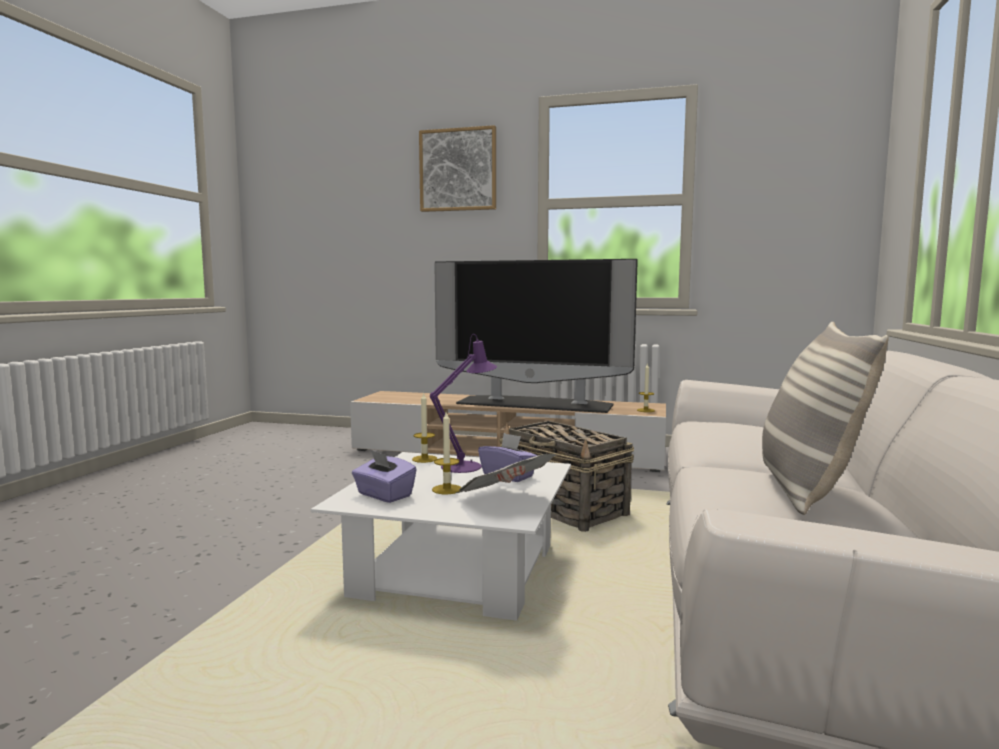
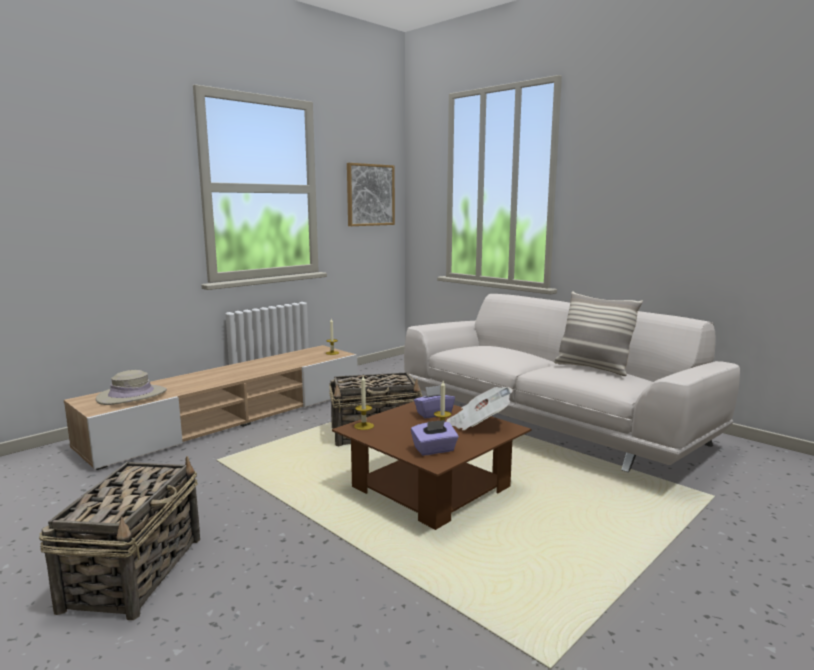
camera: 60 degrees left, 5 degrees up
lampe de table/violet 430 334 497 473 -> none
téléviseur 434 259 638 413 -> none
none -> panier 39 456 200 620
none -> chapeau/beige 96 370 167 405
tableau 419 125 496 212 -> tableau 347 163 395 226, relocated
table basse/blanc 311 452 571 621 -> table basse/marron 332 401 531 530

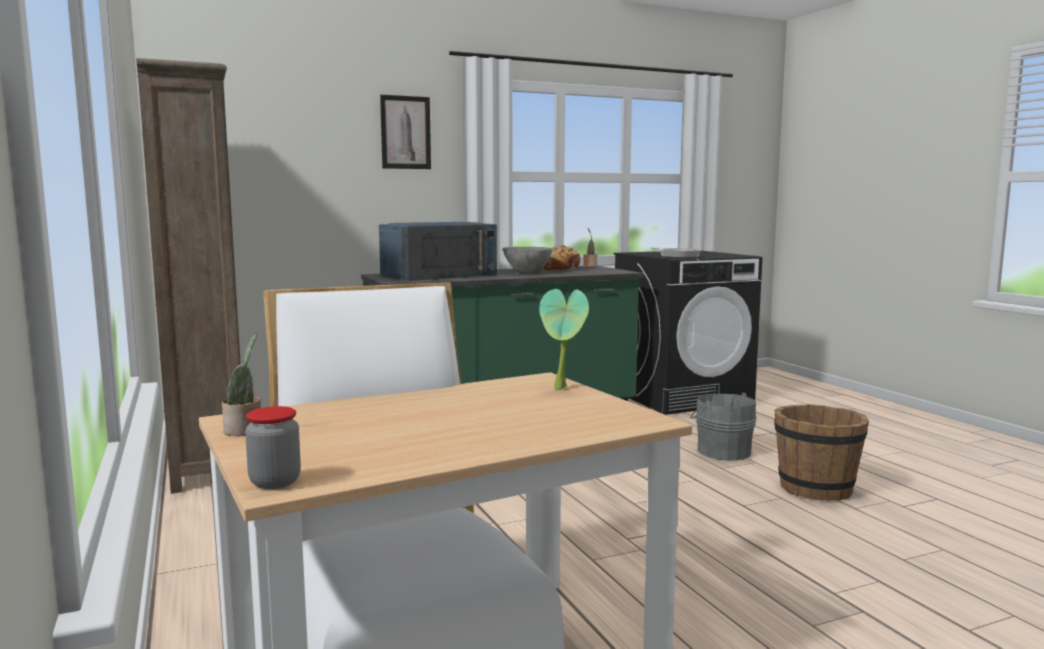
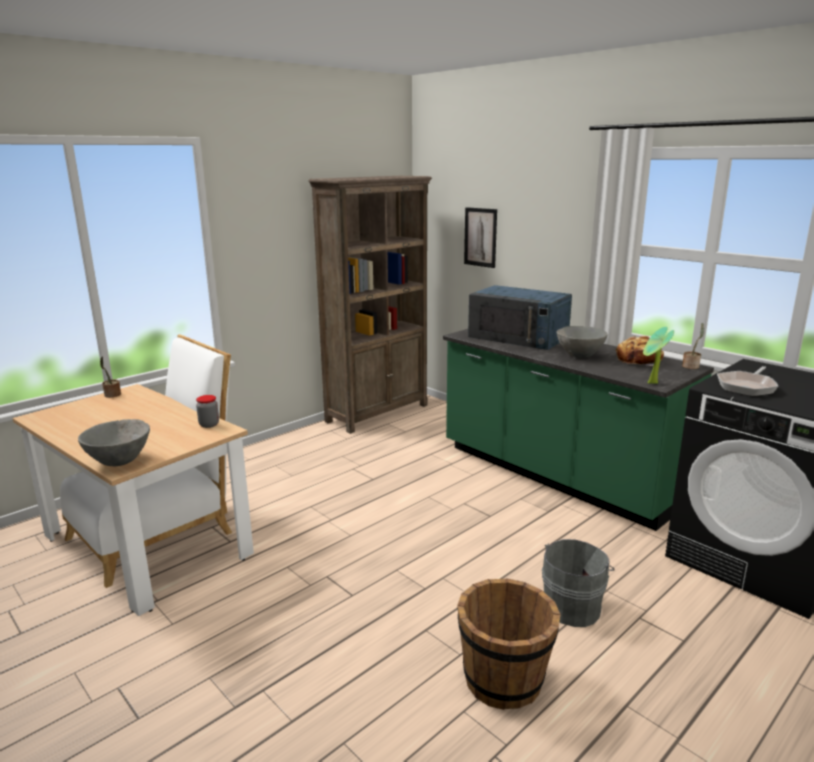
camera: 70 degrees right, 10 degrees up
none -> bol/gris 78 419 150 466
bocal 245 406 301 489 -> bocal 196 395 219 428, relocated
tableau 380 95 431 169 -> tableau 464 207 497 268, relocated
plante en pot 539 289 589 390 -> plante en pot 643 327 674 384, relocated

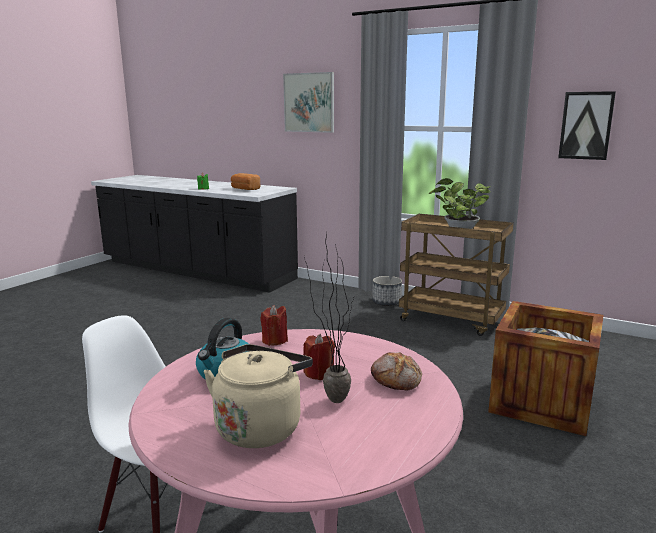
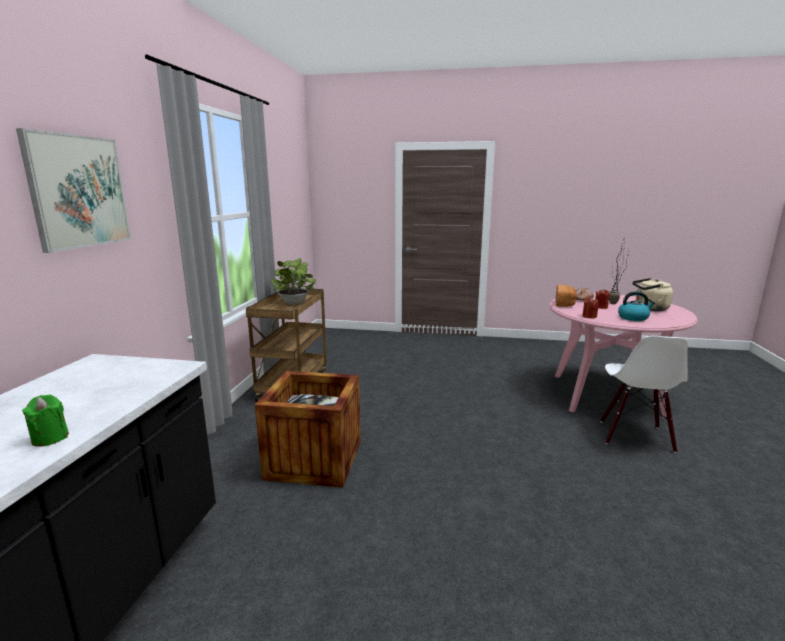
camera: 110 degrees left, 0 degrees up
cache-pot 372 276 402 306 -> none
tableau 558 91 616 160 -> none
pain 231 173 261 190 -> pain 556 285 576 307, relocated
caisse 488 301 603 436 -> caisse 255 371 361 488, relocated

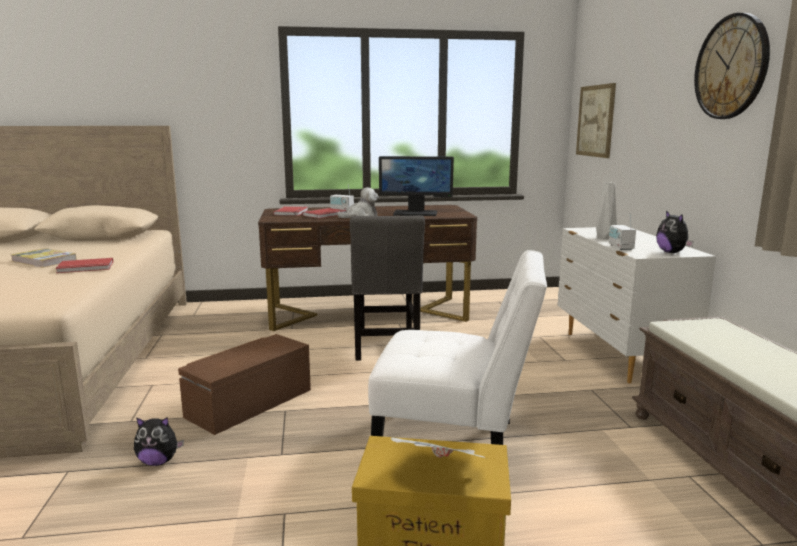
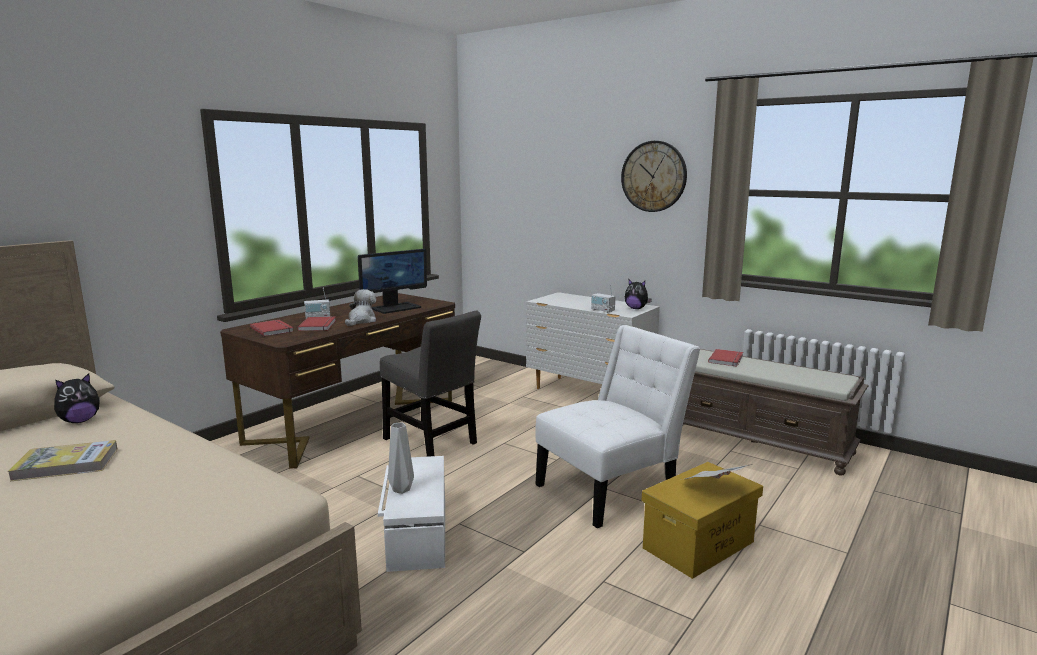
camera: 45 degrees left, 0 degrees up
tableau 576 83 616 158 -> none
livre/rouge 55 258 113 273 -> livre/rouge 708 349 743 366, relocated
peluche 134 417 184 466 -> peluche 54 373 100 423, relocated
vase/gris 596 182 617 240 -> vase/gris 388 423 414 494, relocated
boîte de rangement/marron 178 334 311 435 -> boîte de rangement/blanc 378 456 445 572

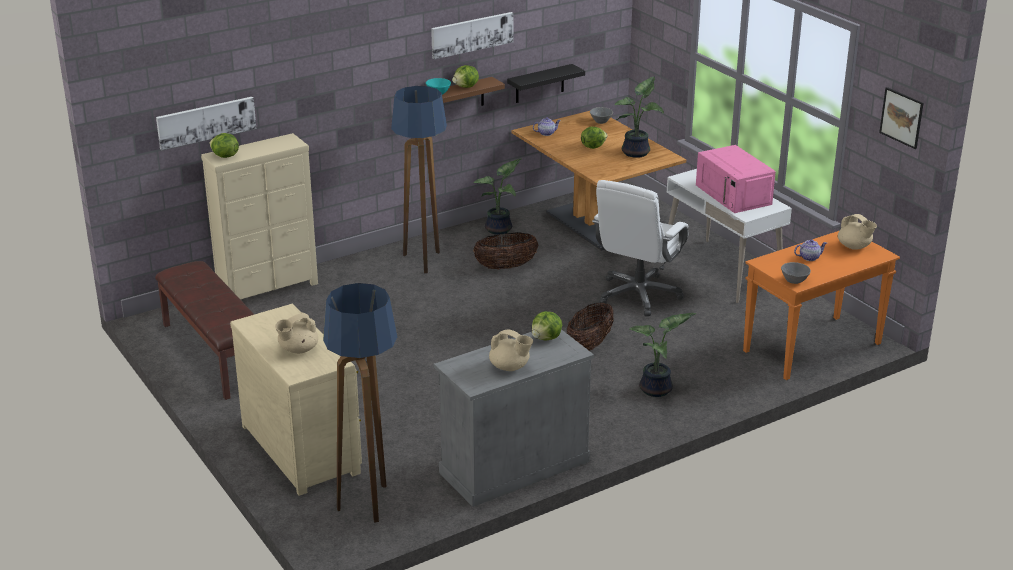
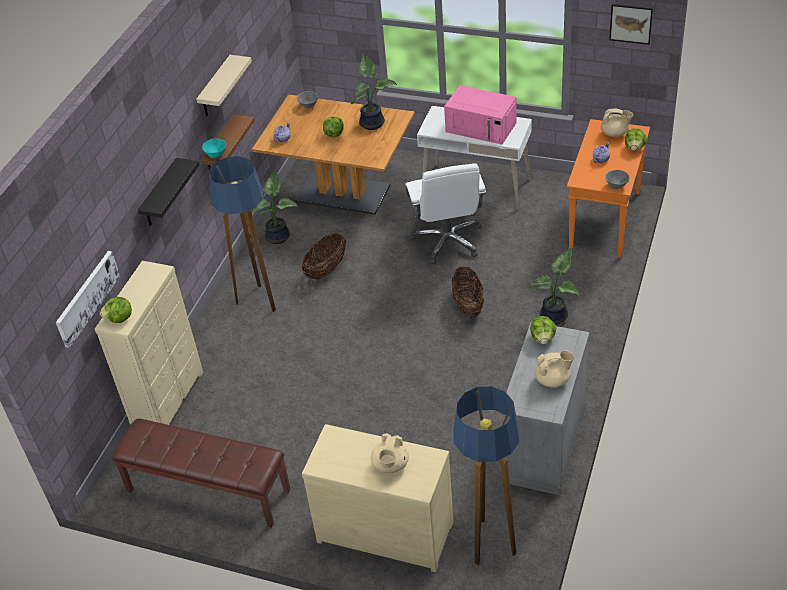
camera: 35 degrees left, 15 degrees up
laitue 452 65 479 88 -> laitue 625 128 647 151, relocated
étagère/noir 507 64 585 103 -> étagère/noir 138 158 199 226, relocated
tableau 431 12 514 59 -> étagère/beige 196 55 252 116

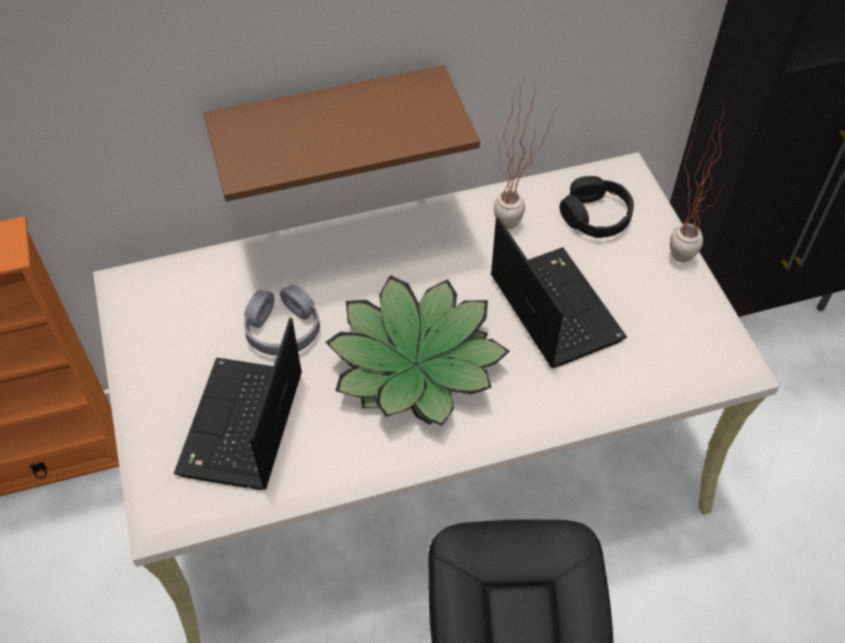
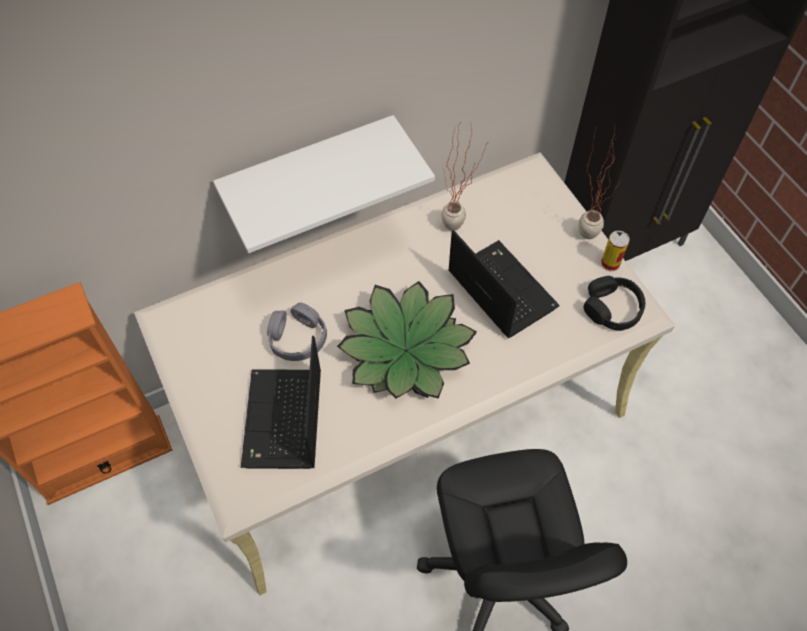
camera: 10 degrees left, 5 degrees up
none -> boîte métallique 601 231 630 271
casque audio/noir 560 176 634 238 -> casque audio/noir 584 276 645 331, relocated
étagère/marron 204 65 480 202 -> étagère/blanc 213 115 435 253

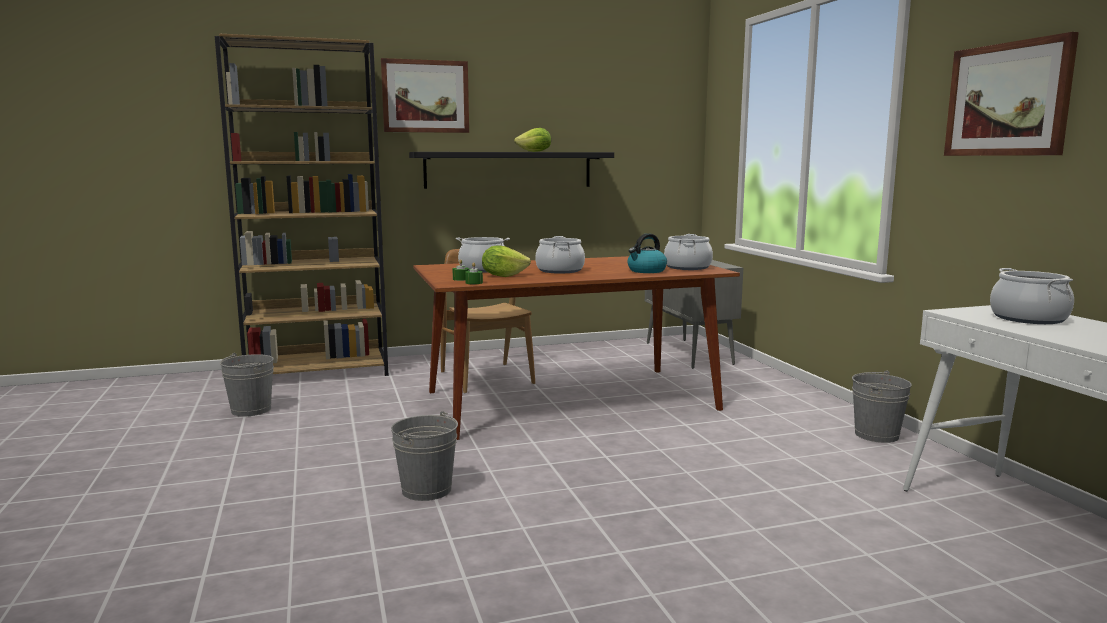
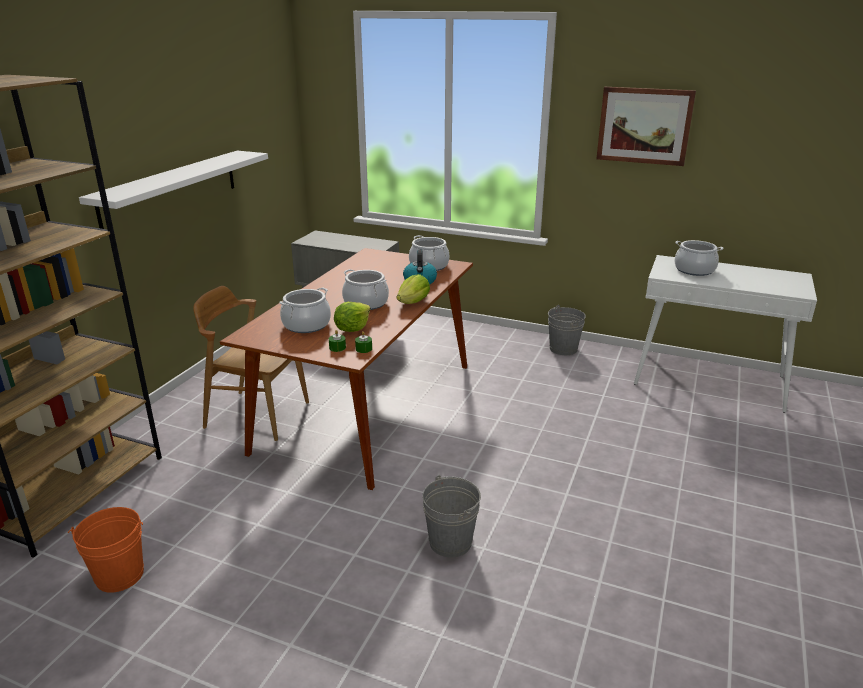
camera: 50 degrees left, 15 degrees up
tableau 381 58 469 133 -> none
laitue 514 128 551 152 -> laitue 397 274 430 304, relocated
seau/gris 220 353 274 416 -> seau/orange 68 507 144 593
étagère/noir 409 152 614 189 -> étagère/blanc 79 151 268 229

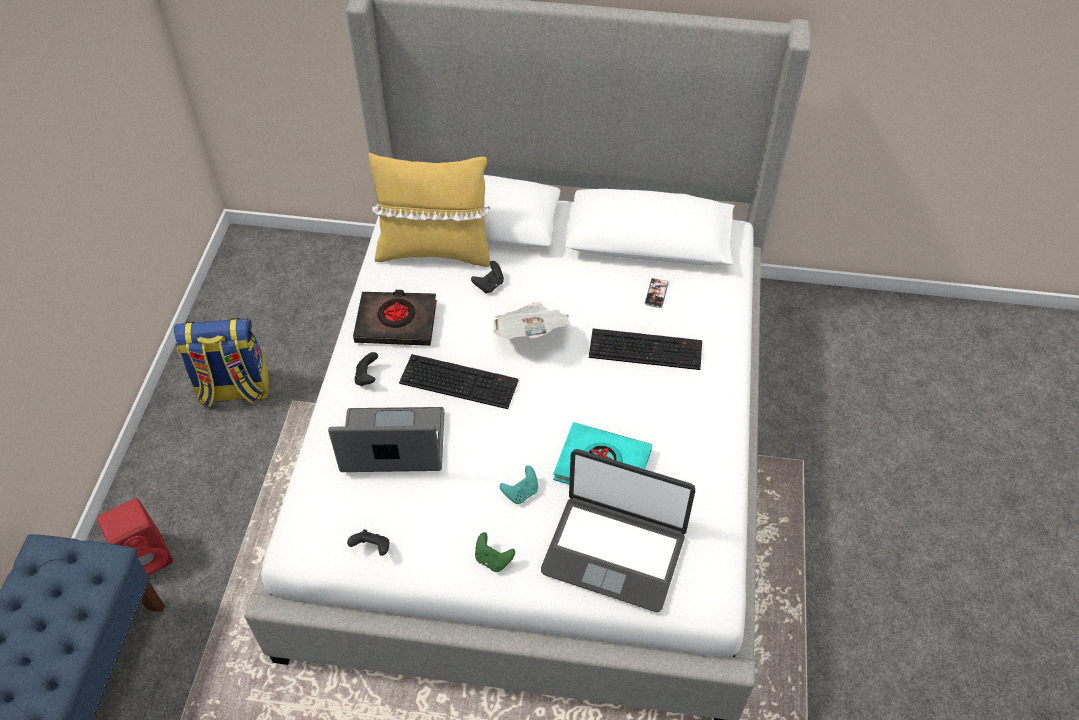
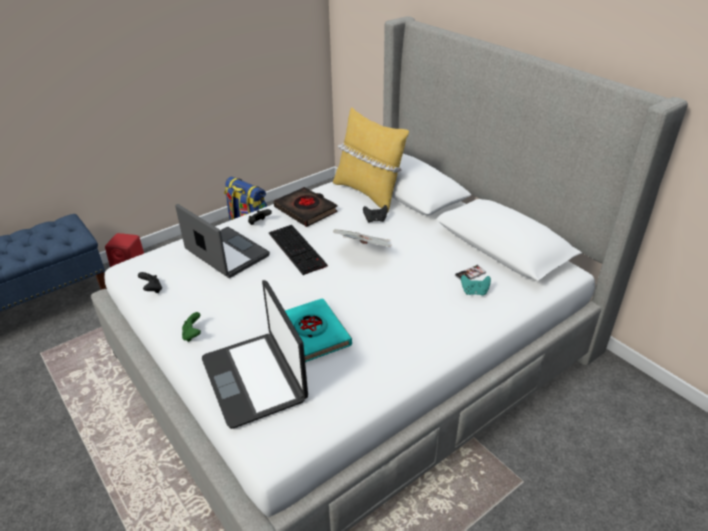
camera: 45 degrees right, 15 degrees down
clavier 589 329 702 370 -> none
manette/turquoise 499 465 538 504 -> manette/turquoise 461 275 491 296, relocated

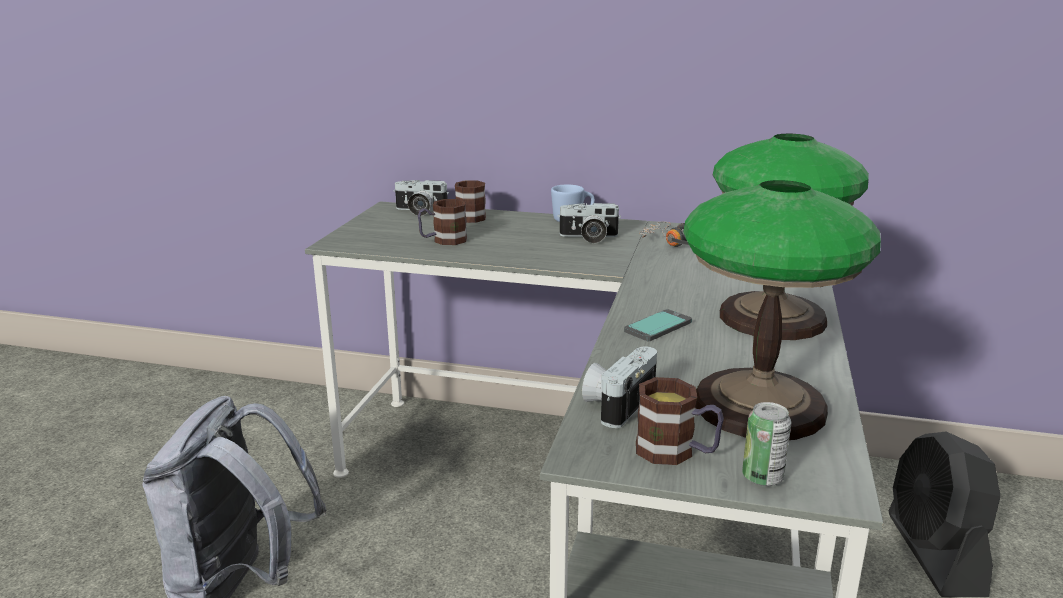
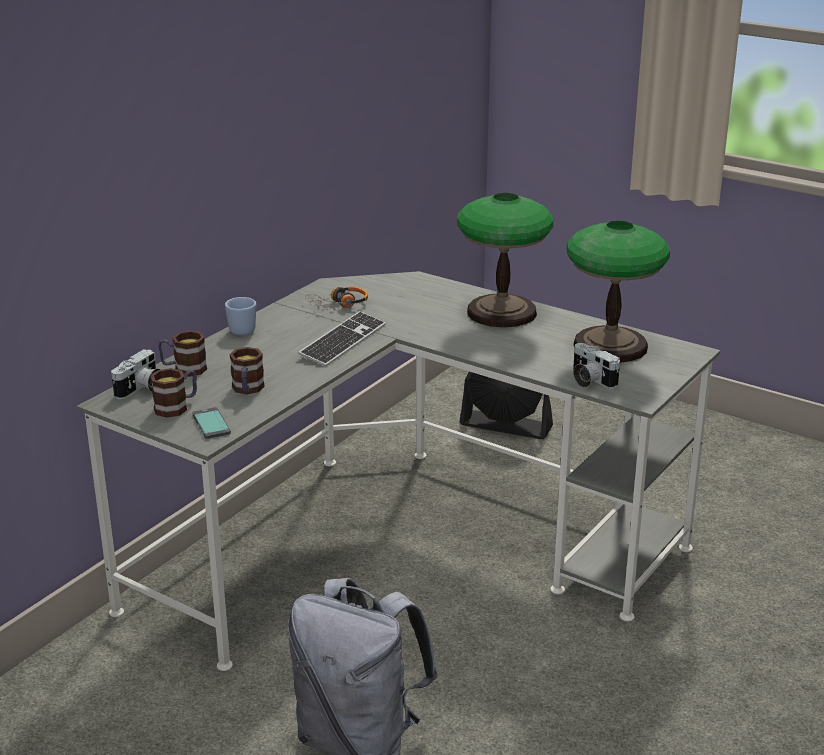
camera: 70 degrees left, 5 degrees up
appareil photo 559 203 621 243 -> none
boîte métallique 742 402 791 487 -> none
none -> clavier 298 311 386 366
téléphone 624 309 692 341 -> téléphone 192 407 231 439, relocated
mug 636 377 724 465 -> mug 150 368 197 418, relocated

